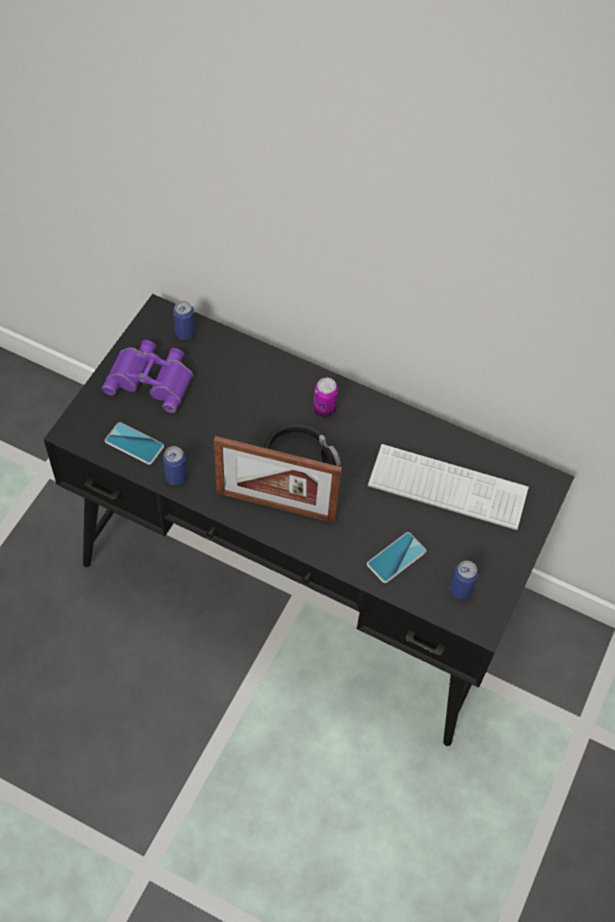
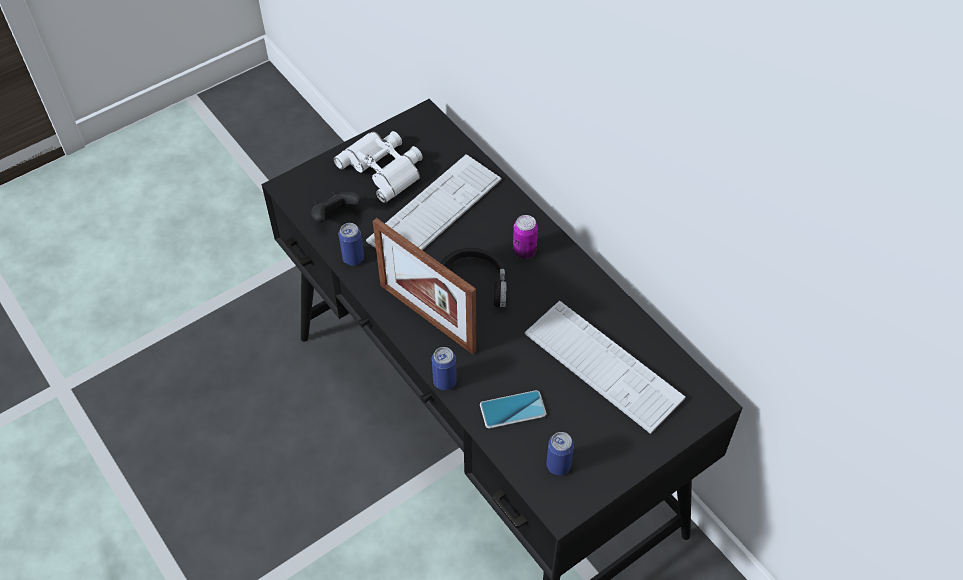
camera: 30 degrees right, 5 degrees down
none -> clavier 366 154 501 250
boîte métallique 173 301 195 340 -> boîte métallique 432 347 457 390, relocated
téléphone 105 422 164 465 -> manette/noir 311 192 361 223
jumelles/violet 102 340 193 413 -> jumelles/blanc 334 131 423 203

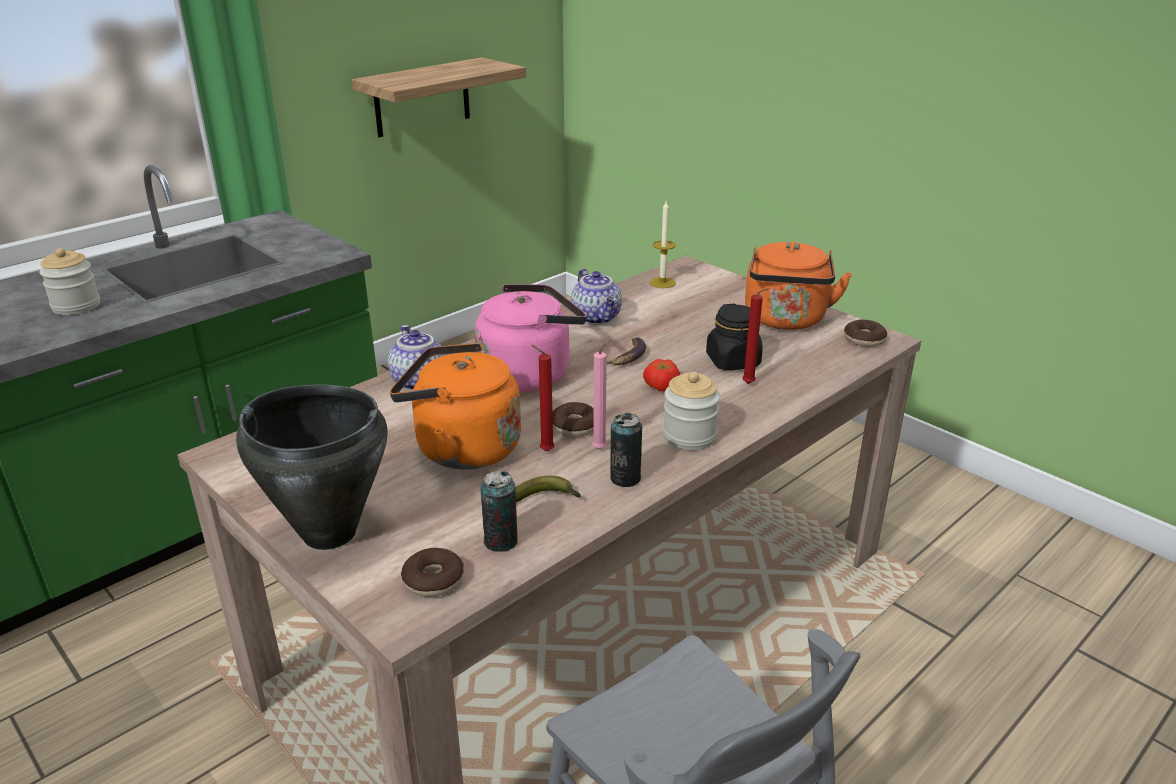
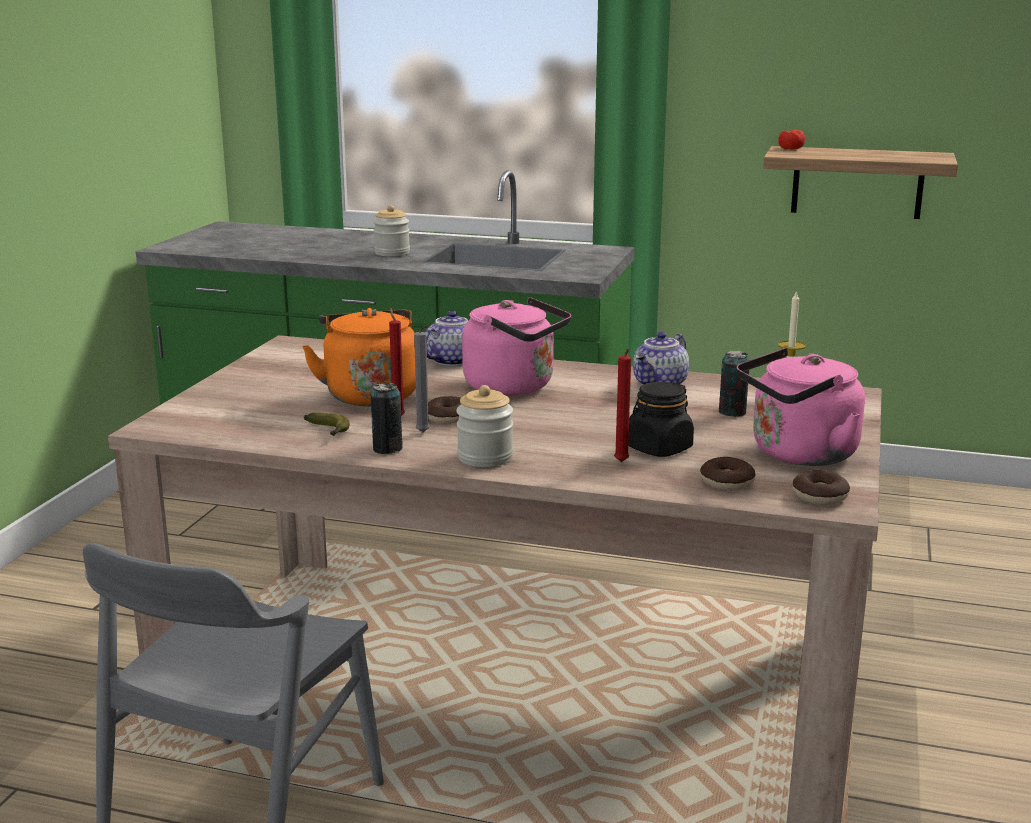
camera: 60 degrees right, 10 degrees down
marmite/noir 236 385 388 550 -> none
banane 607 337 646 365 -> none
beignet 401 548 464 597 -> beignet 700 457 756 491, relocated
boîte métallique 480 471 517 552 -> boîte métallique 719 350 749 417, relocated
tomate 643 359 680 392 -> tomate 778 129 805 150, relocated
bougie/rose 592 340 611 449 -> bougie/gris 414 323 431 432
bouilloire/orange 745 242 852 330 -> bouilloire/rose 737 348 865 466

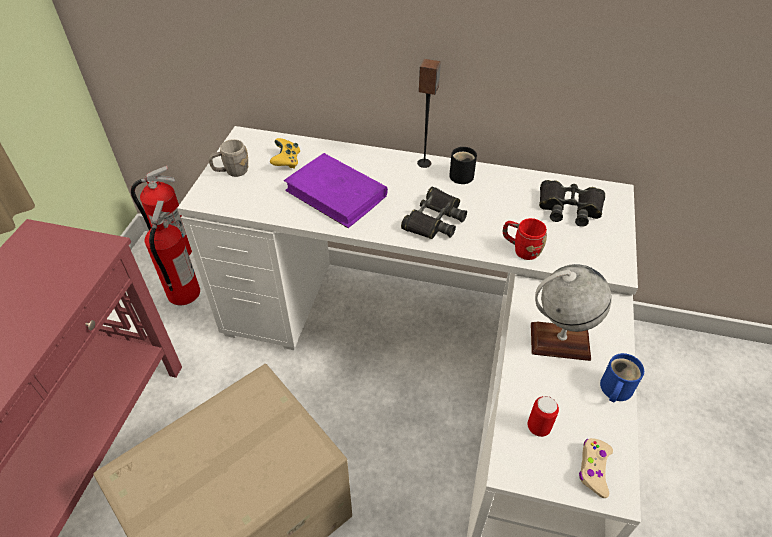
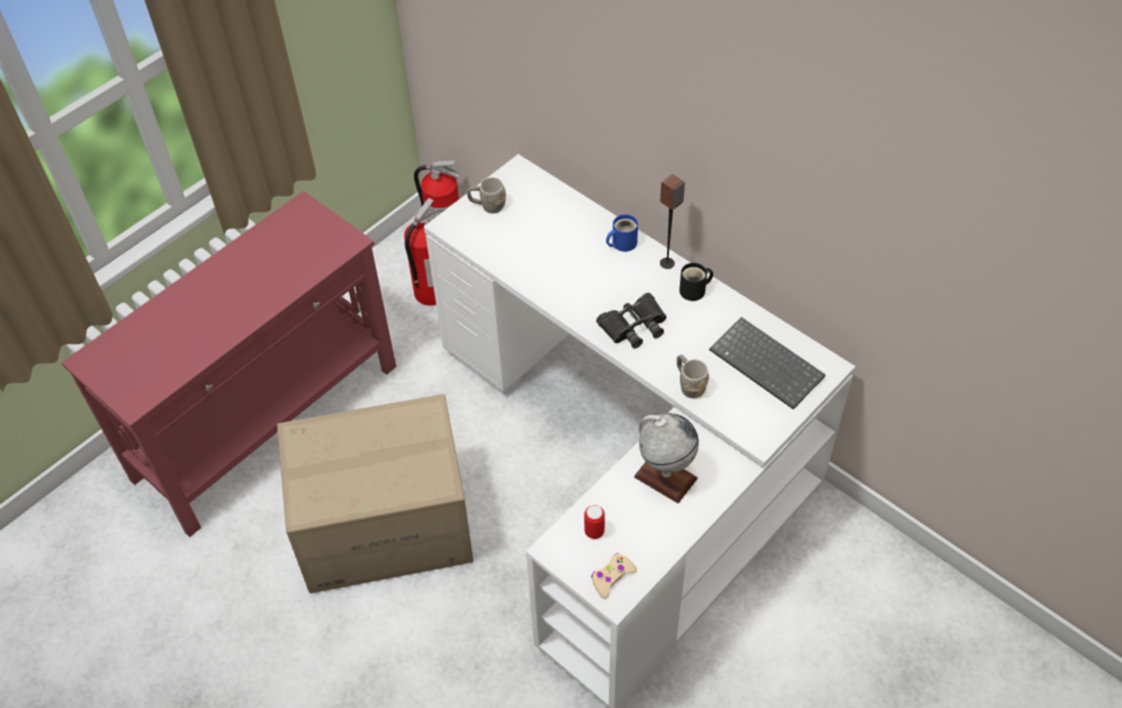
camera: 30 degrees right, 5 degrees up
manette/jaune 270 138 300 169 -> none
livre/violet 284 153 388 228 -> none
mug/bleu 600 353 644 402 -> mug/bleu 606 214 638 252, relocated
jumelles/noir 539 180 605 227 -> clavier 709 317 826 409
mug/rouge 503 218 547 260 -> mug/gris 677 355 709 398

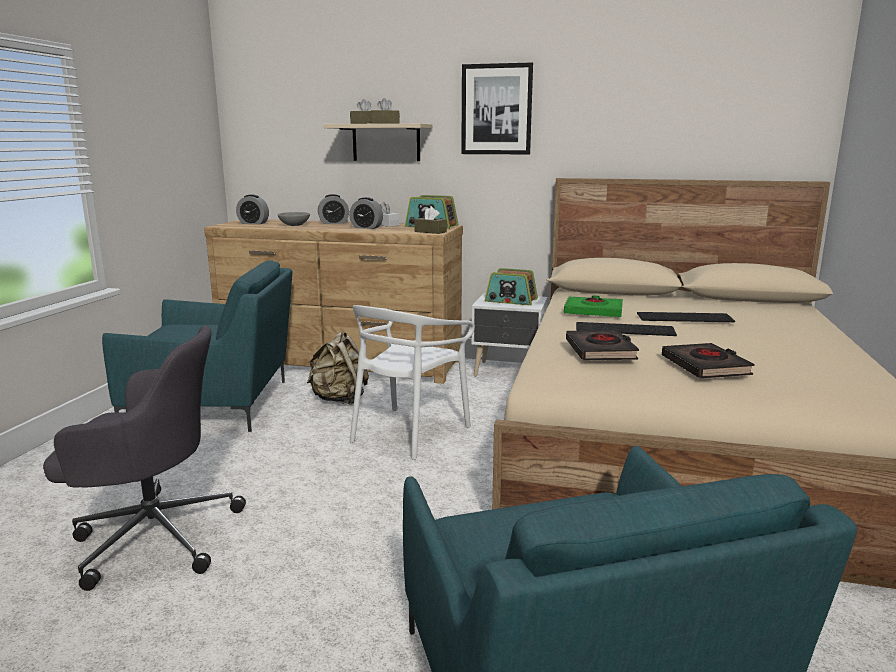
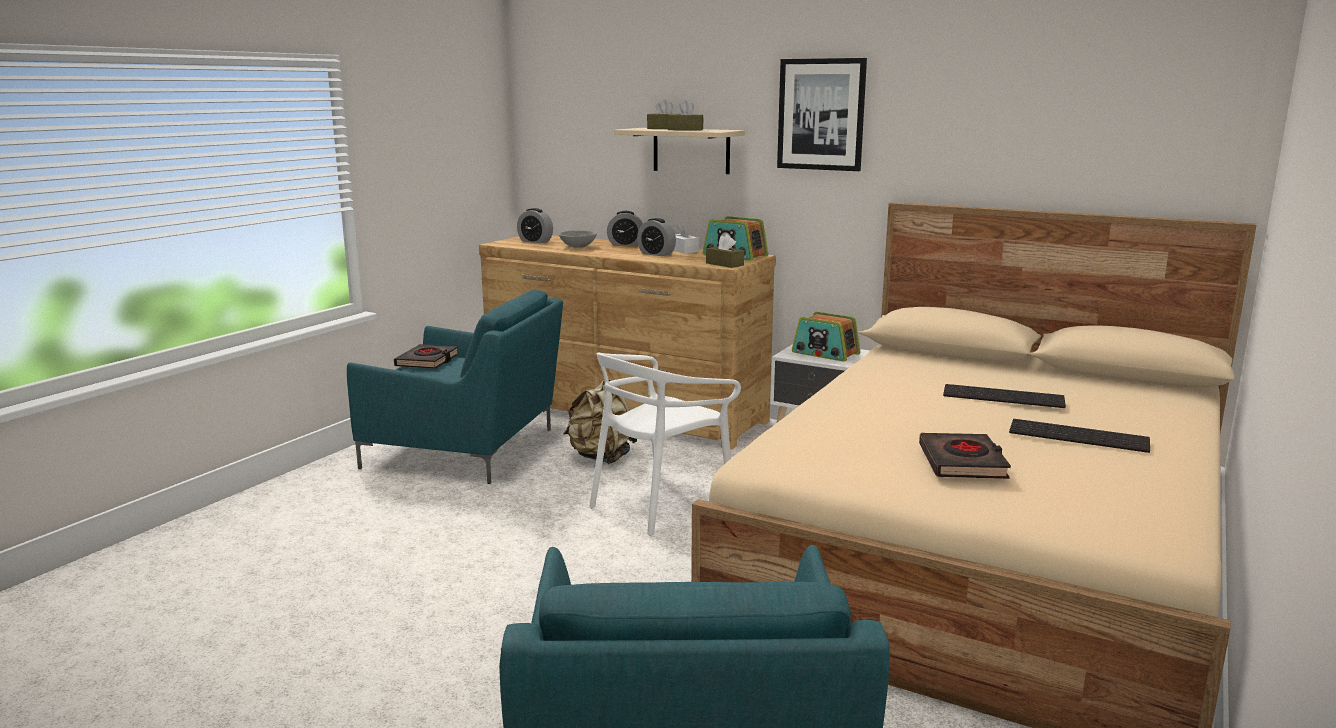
camera: 15 degrees right, 0 degrees up
chaise de bureau/gris 43 325 246 591 -> none
livre/vert 564 295 623 317 -> none
livre/noir 566 330 639 360 -> livre/noir 394 344 459 369, relocated
clavier 576 322 677 336 -> clavier 1009 419 1150 453, relocated

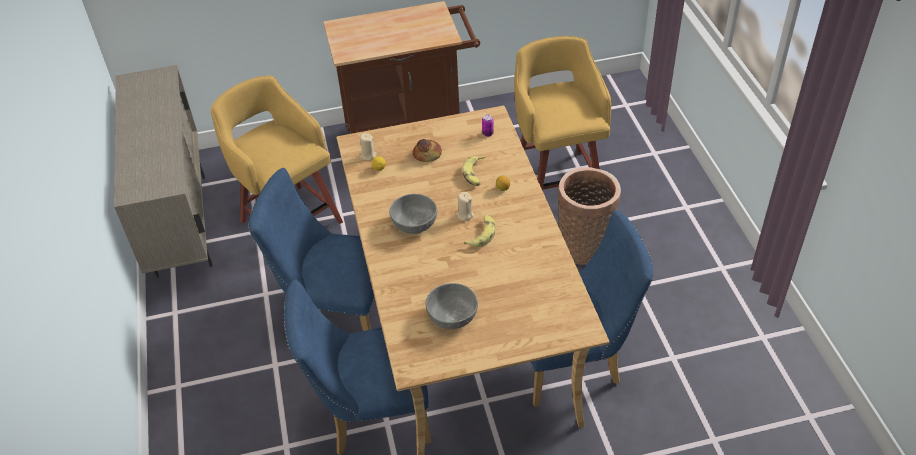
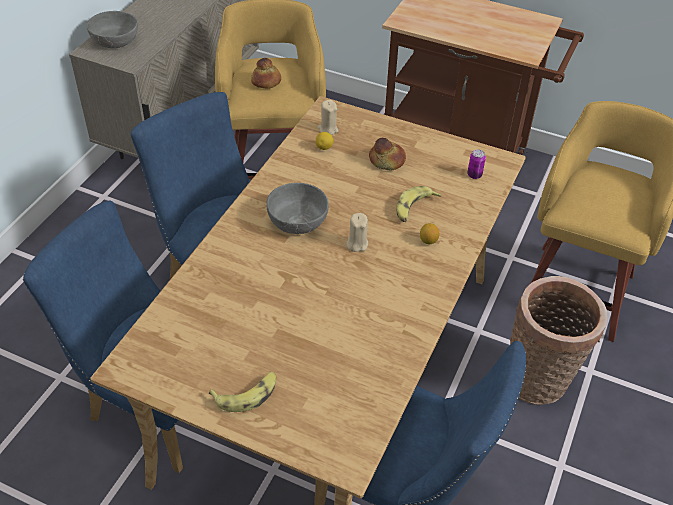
camera: 35 degrees right, 0 degrees up
none -> pain 251 58 281 89
bol/gris 426 283 478 329 -> bol/gris 87 11 138 48, relocated
banane 464 215 495 247 -> banane 209 372 276 412, relocated

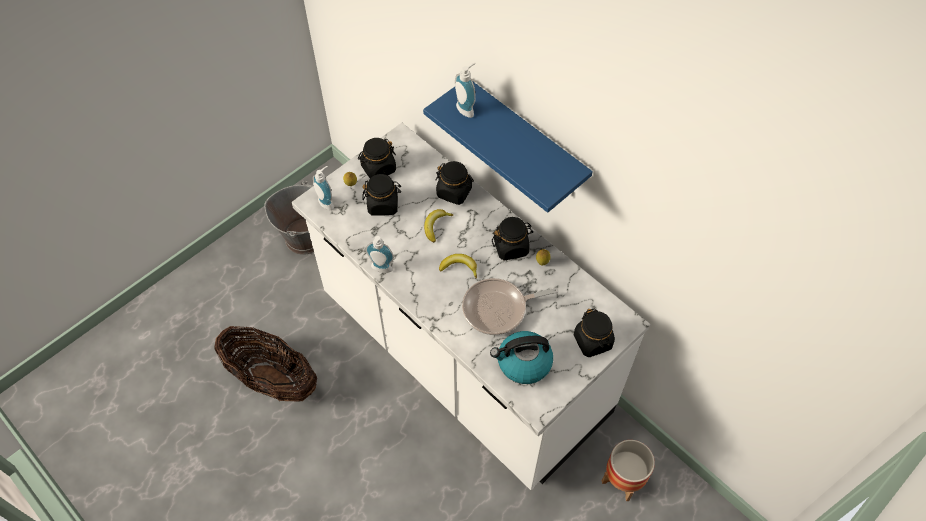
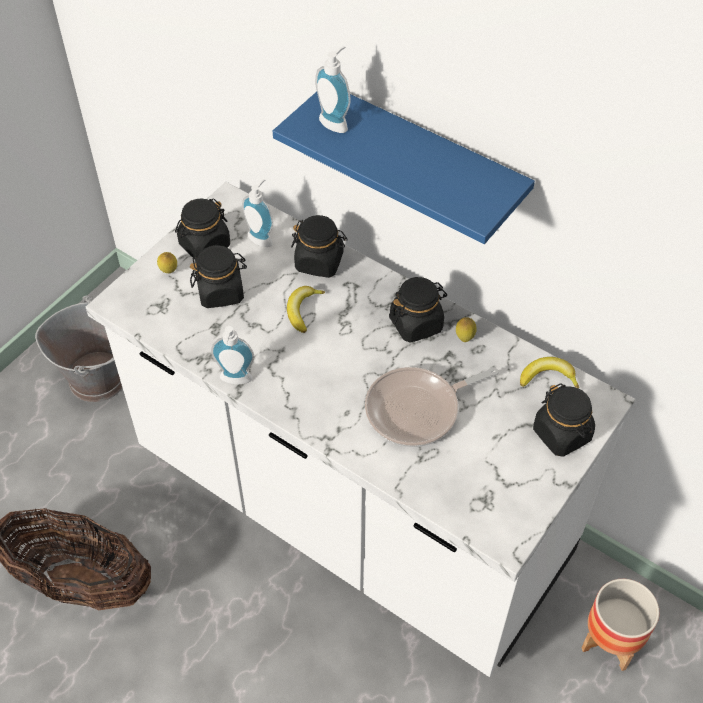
camera: 10 degrees left, 5 degrees down
bouilloire 490 331 553 384 -> none
distributeur de savon 313 166 334 210 -> distributeur de savon 242 179 273 247, relocated
banane 439 254 477 278 -> banane 520 357 579 389, relocated

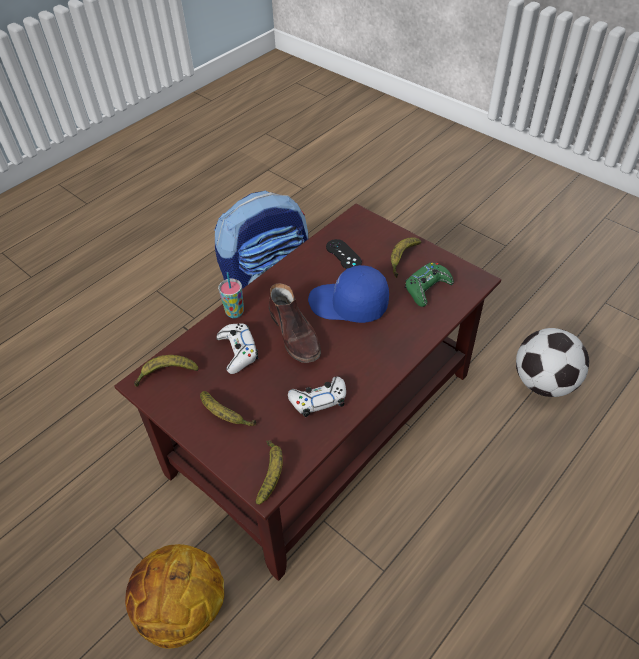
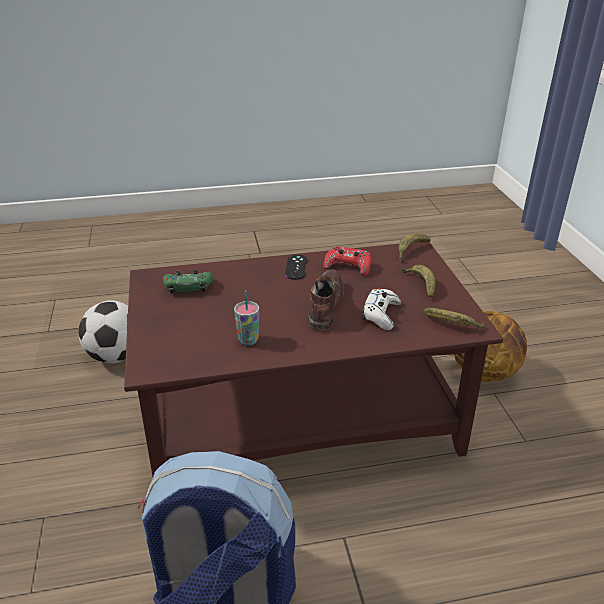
camera: 145 degrees left, 15 degrees down
casquette/bleu 308 265 389 323 -> none
banane 391 237 422 278 -> none
tasse 218 272 244 318 -> tasse 234 290 259 346, relocated
manette/noir 326 239 362 269 -> manette/noir 285 255 308 280, relocated
manette/blanc 288 377 346 417 -> manette/rouge 323 247 371 276

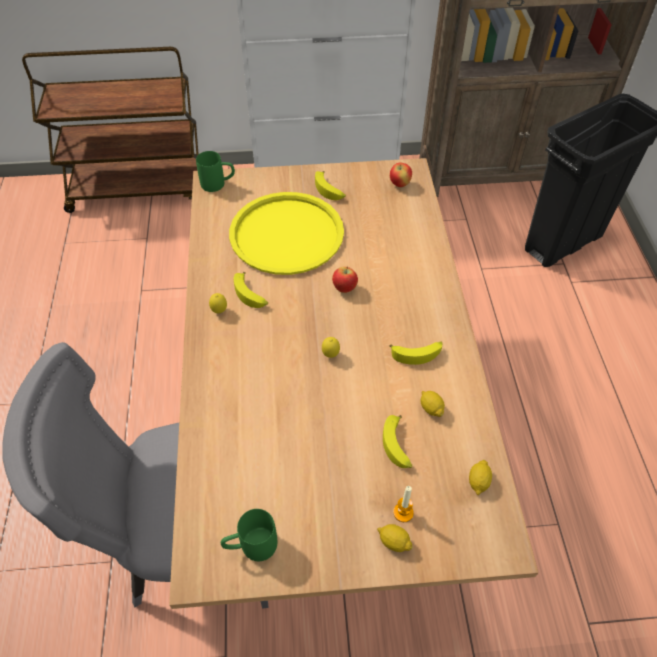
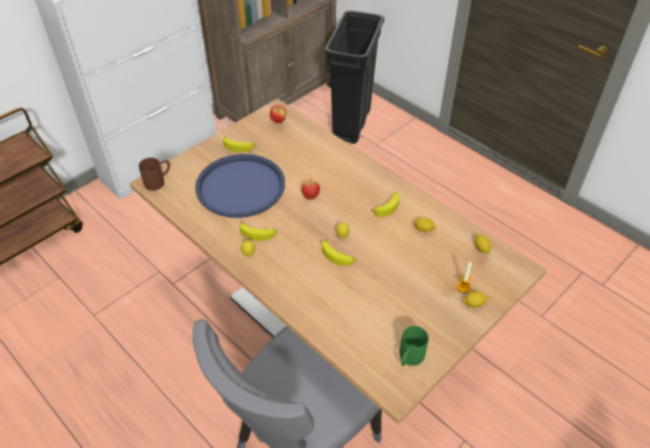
camera: 40 degrees left, 5 degrees down
banane 383 415 412 468 -> banane 322 239 356 266, relocated
mug/vert 196 151 235 192 -> mug/marron 139 158 170 191
plateau/jaune 229 192 344 275 -> plateau/bleu 195 154 285 218

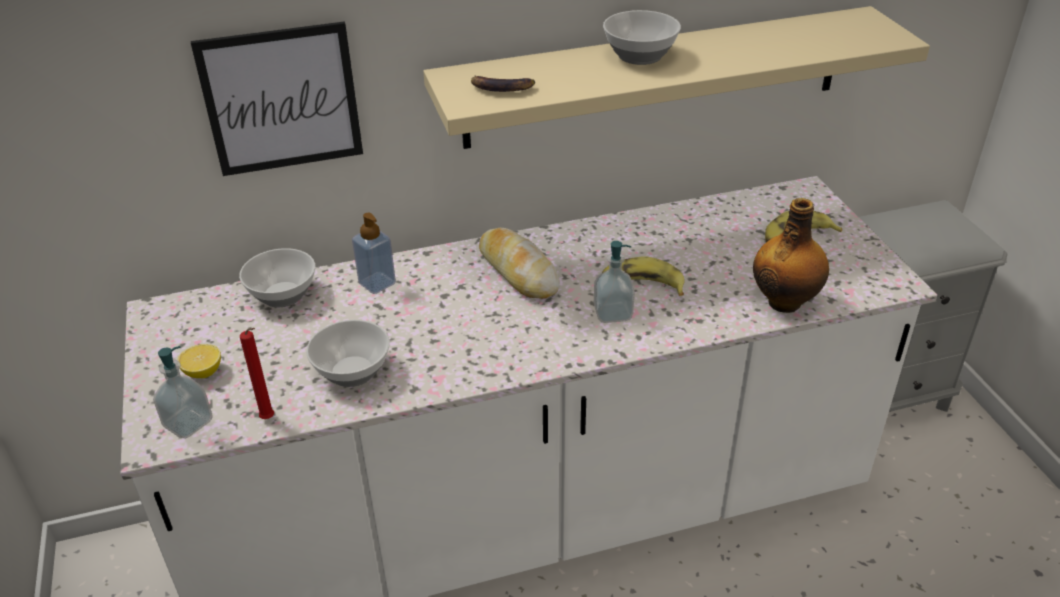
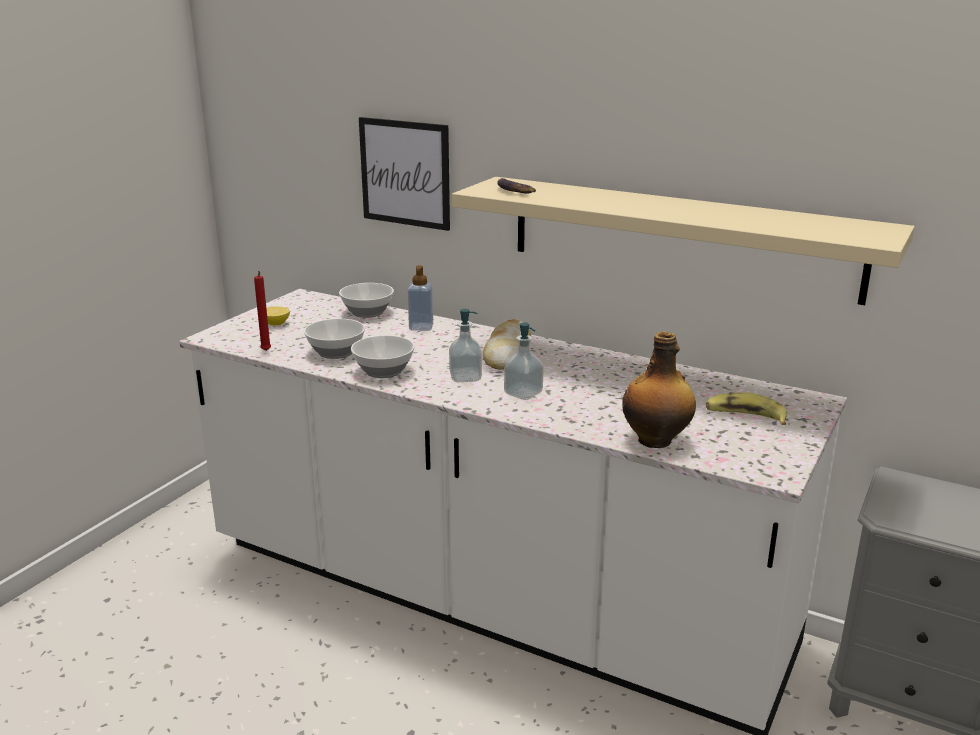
camera: 45 degrees right, 15 degrees down
banane 602 256 685 296 -> none
distributeur de savon 153 346 213 439 -> distributeur de savon 449 309 482 382, relocated
bol 603 10 681 65 -> bol 351 335 415 378, relocated

